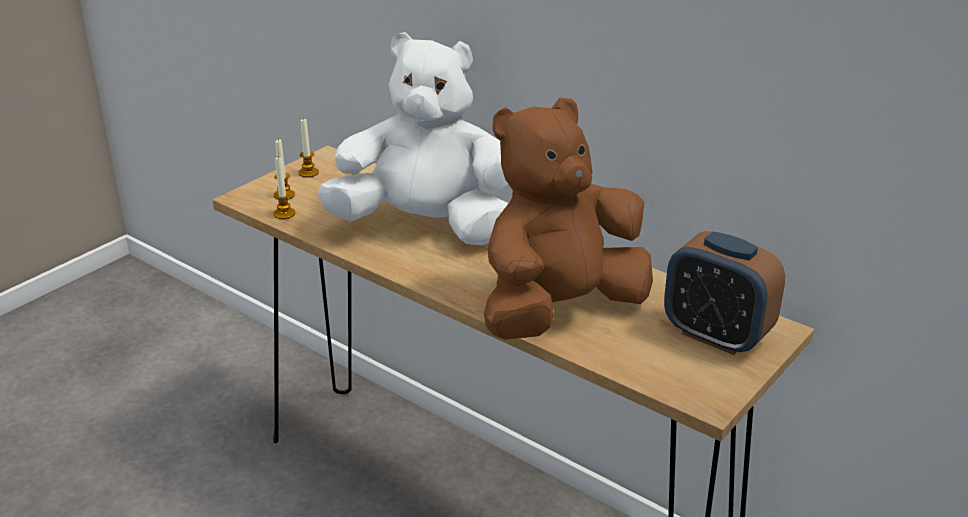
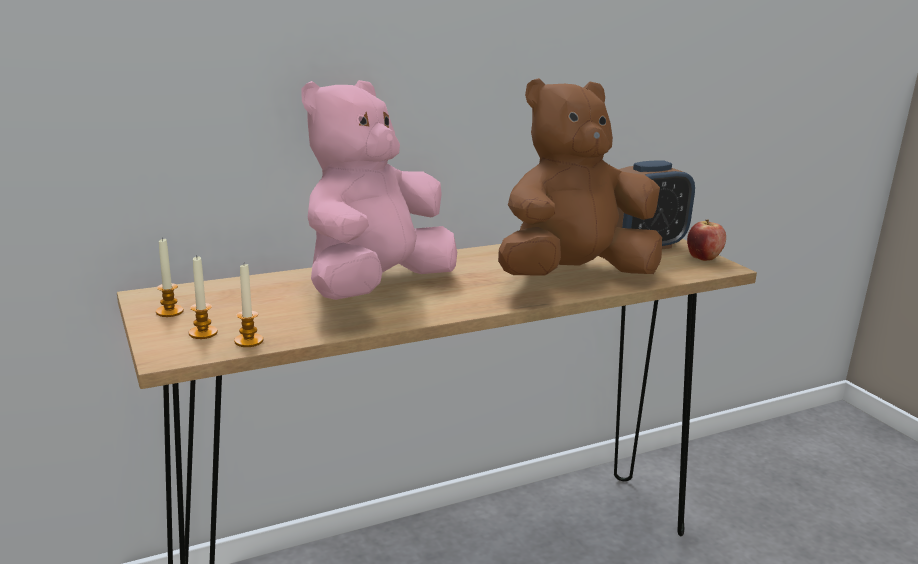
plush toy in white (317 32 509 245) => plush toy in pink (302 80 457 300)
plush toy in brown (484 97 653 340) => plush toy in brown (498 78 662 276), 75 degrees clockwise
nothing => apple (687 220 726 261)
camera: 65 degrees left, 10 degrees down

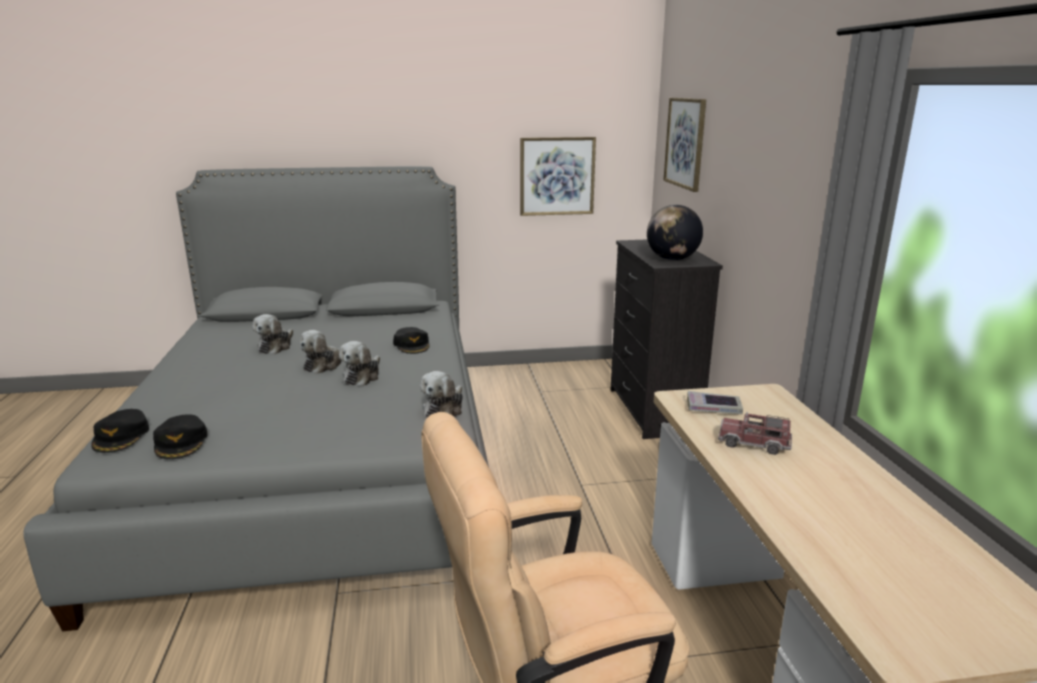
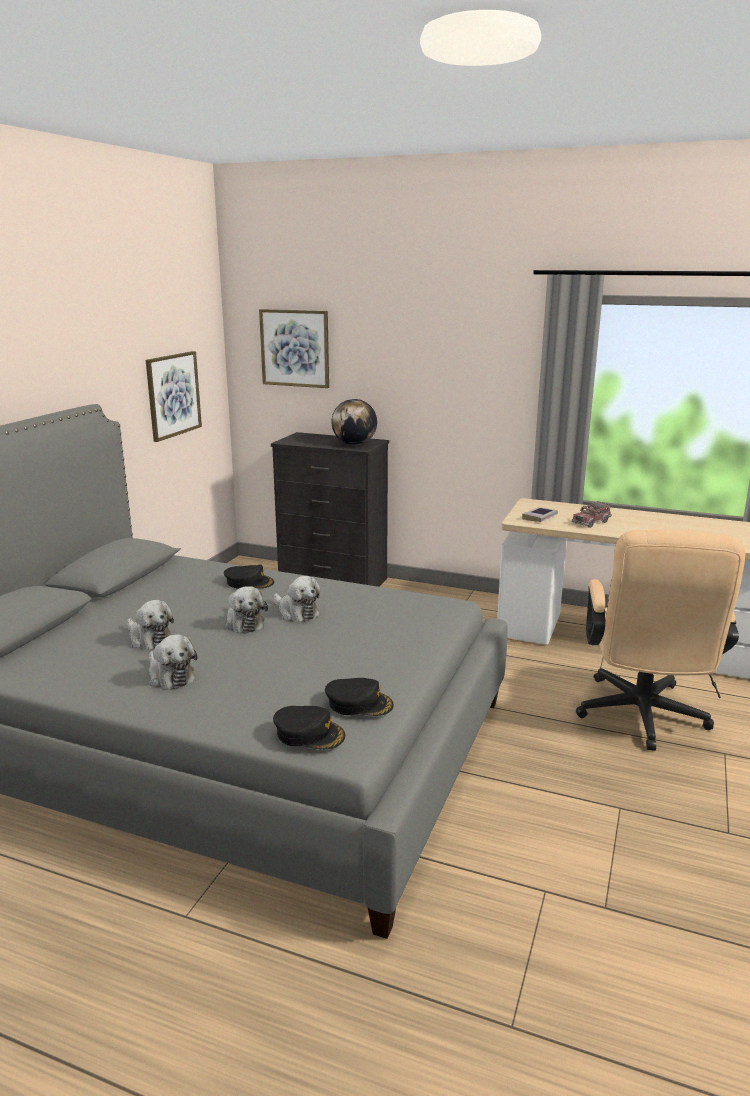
plush toy (420 371 463 418) => plush toy (149 634 197 689), relocated
camera: 60 degrees left, 0 degrees up

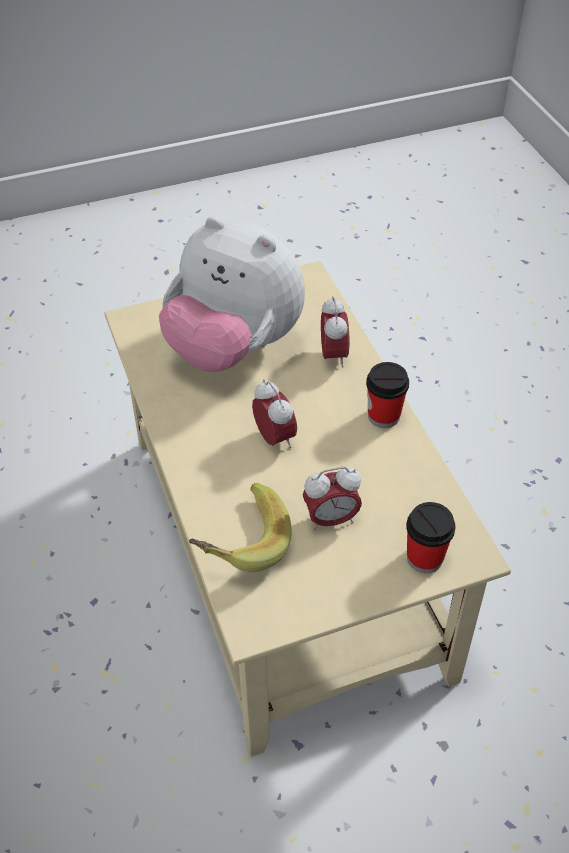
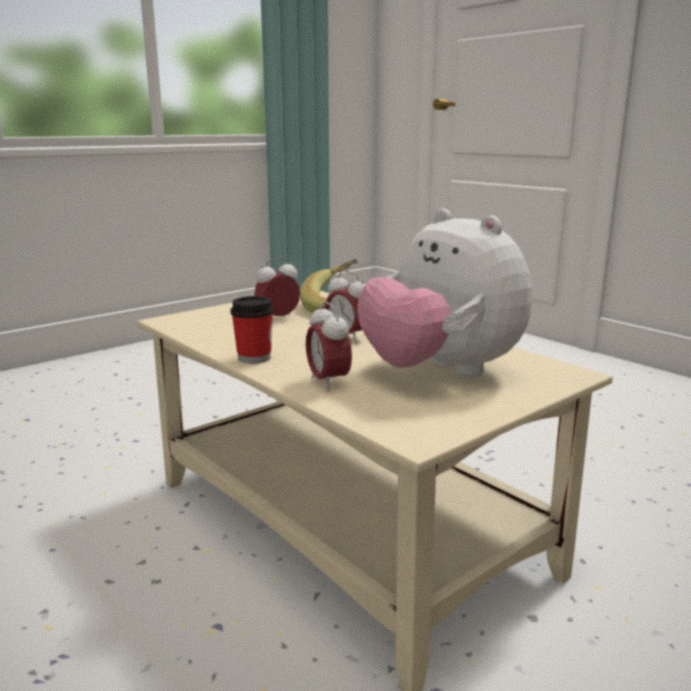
plush toy (159 216 305 372) => plush toy (358 209 532 377), 135 degrees counterclockwise
cup (406 502 456 573) => nothing
camera: 160 degrees right, 30 degrees down

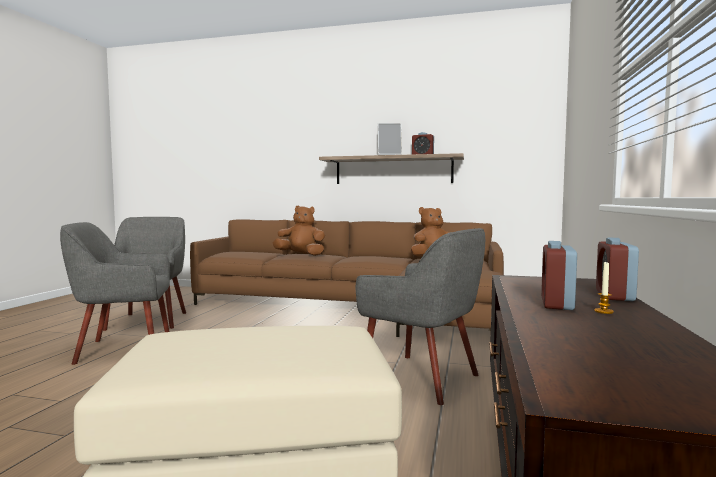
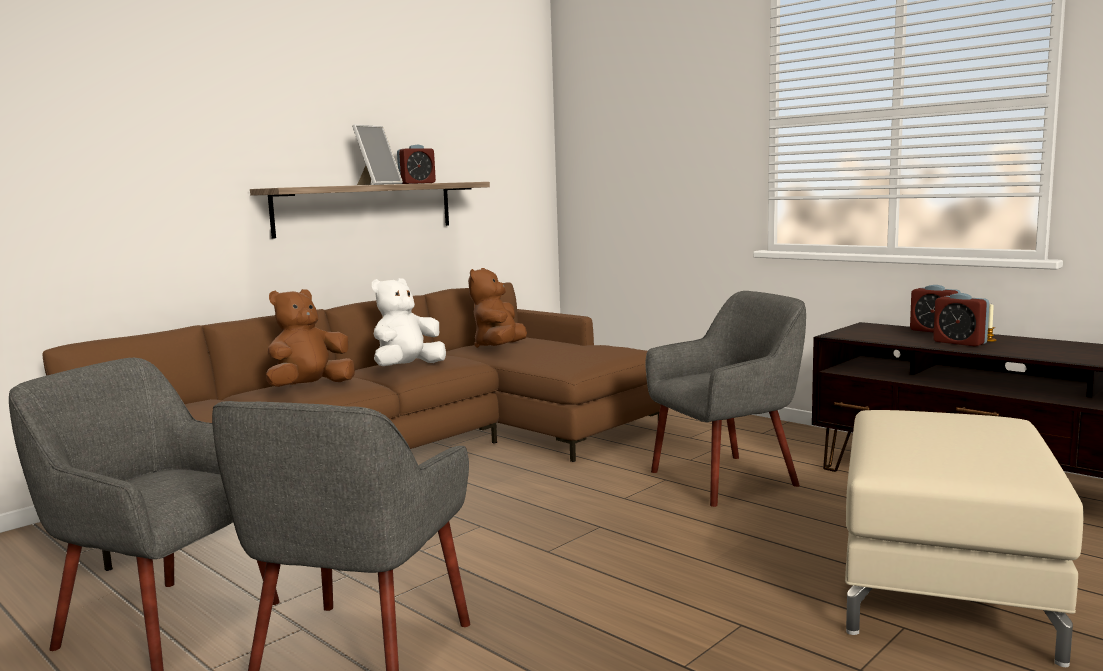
nothing => plush toy in white (372 278 446 366)
camera: 60 degrees left, 5 degrees up

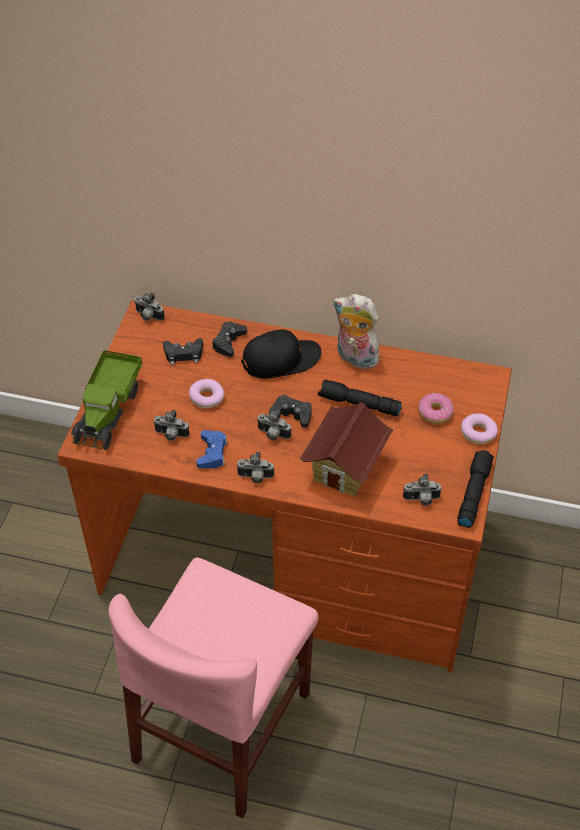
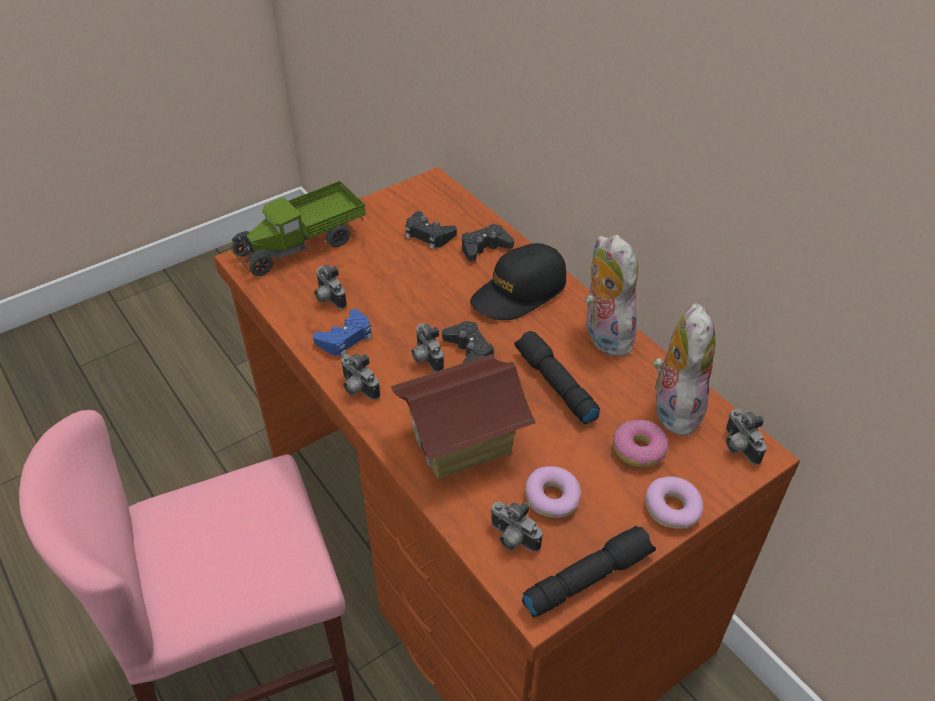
photo camera (134 292 165 321) => photo camera (726 409 767 465), relocated
cap in black (241 329 322 379) => cap in black (470 243 566 320), 120 degrees clockwise
donut (189 379 224 409) => donut (526 466 581 518), relocated
nothing => plush toy (653 303 716 436)
camera: 40 degrees right, 5 degrees down

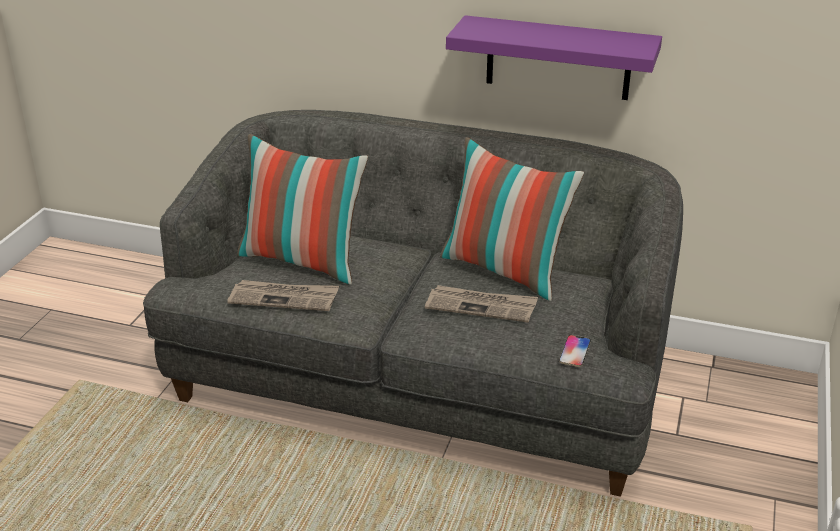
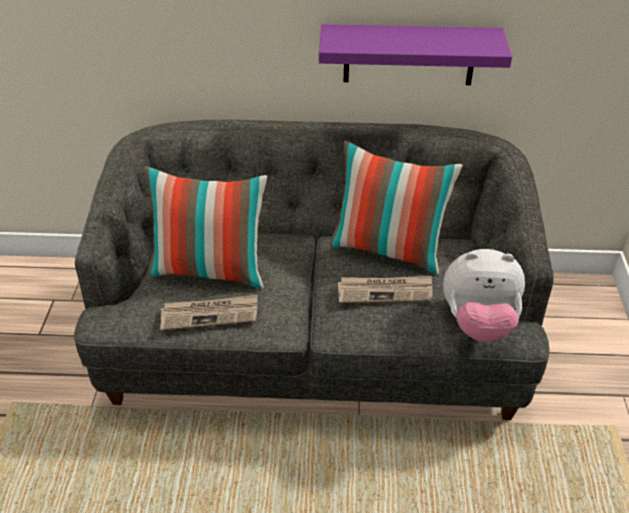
phone (559 335 591 367) => plush toy (443 249 525 342)
camera: 15 degrees left, 10 degrees up

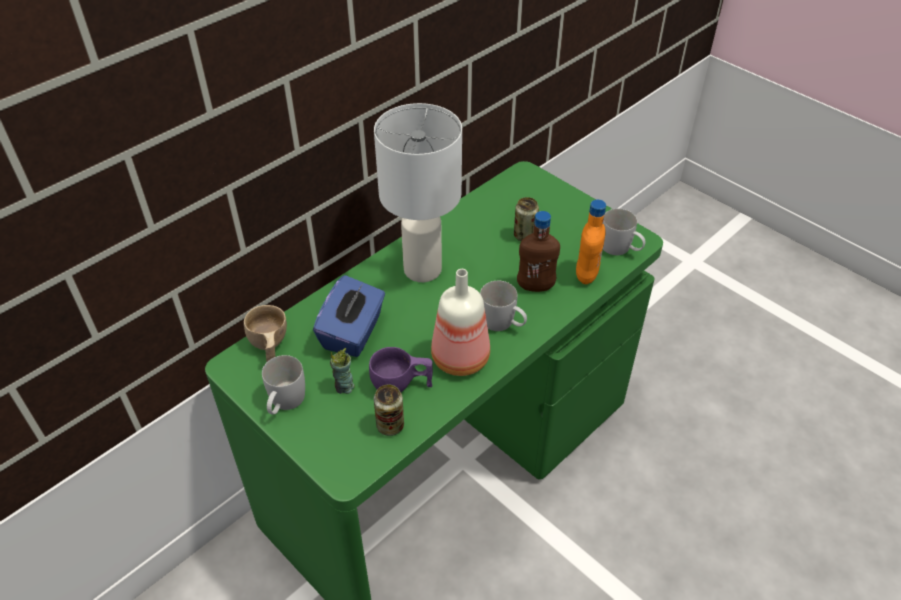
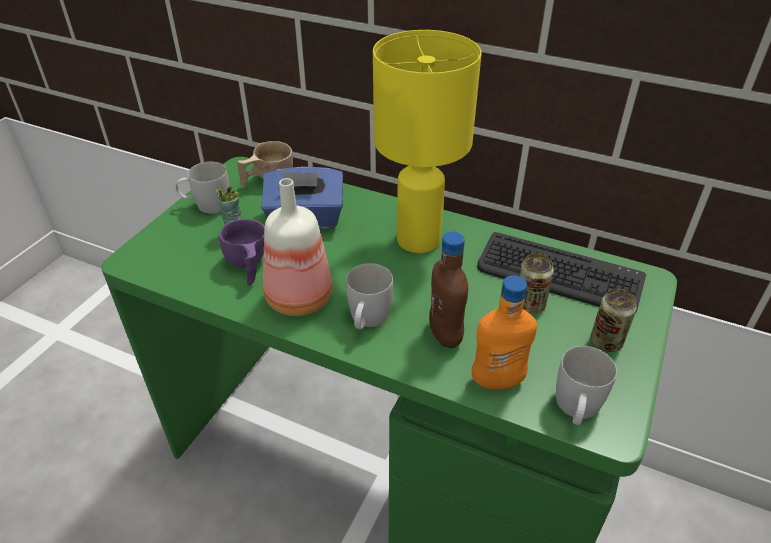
table lamp in white (374 103 462 282) => table lamp in yellow (373 30 481 253)
can (374 384 404 436) => can (591 289 637 352), relocated
nothing => keyboard (477 232 646 312)
camera: 70 degrees right, 5 degrees down

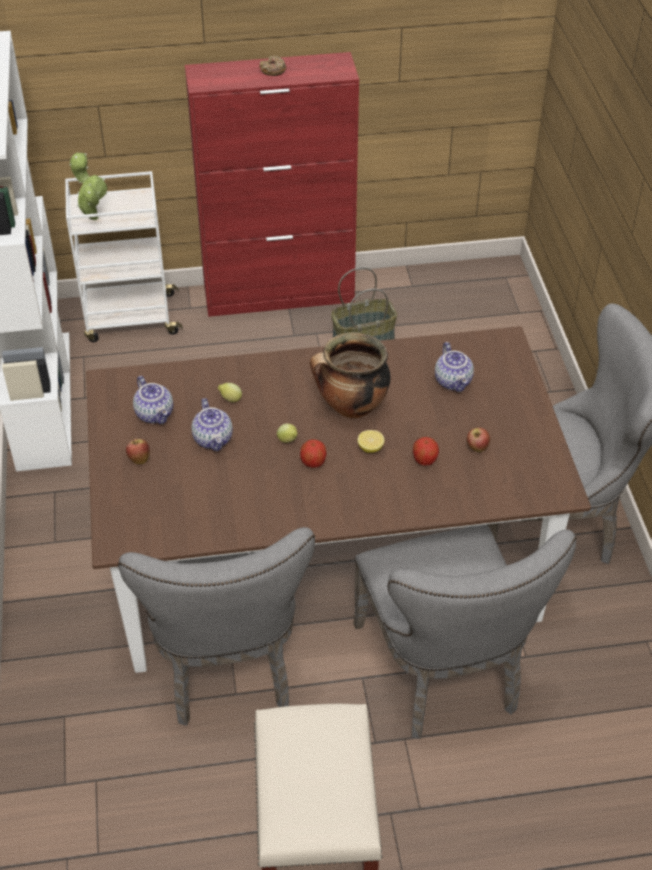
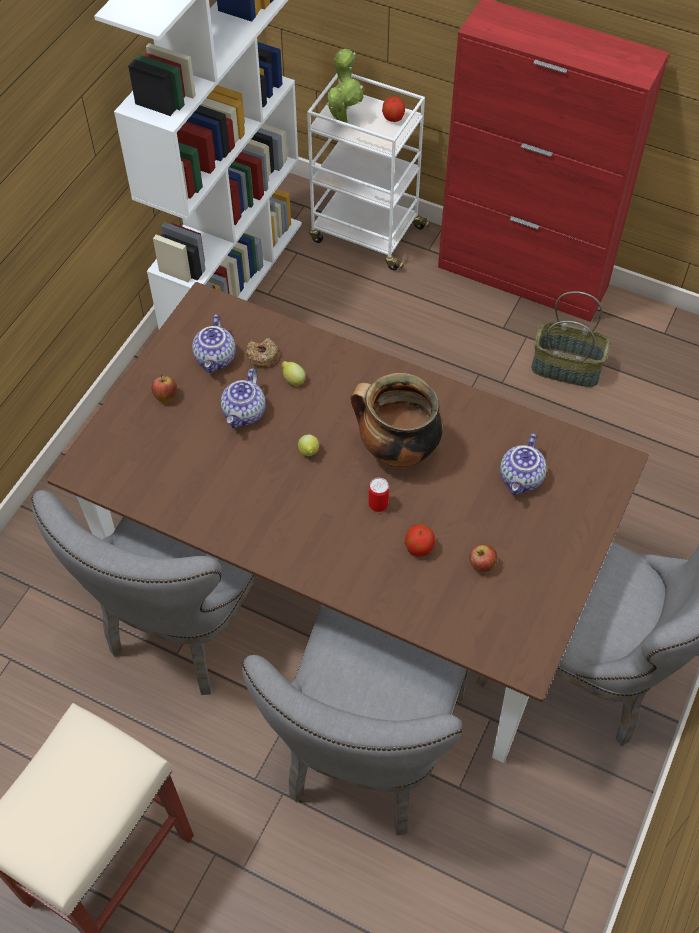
donut (259 56 286 76) => donut (246 338 279 367), relocated
lemon (358 430 385 453) => can (369 478 389 512)
apple (300 439 327 468) => apple (382 97 405 122), relocated
camera: 35 degrees right, 10 degrees up

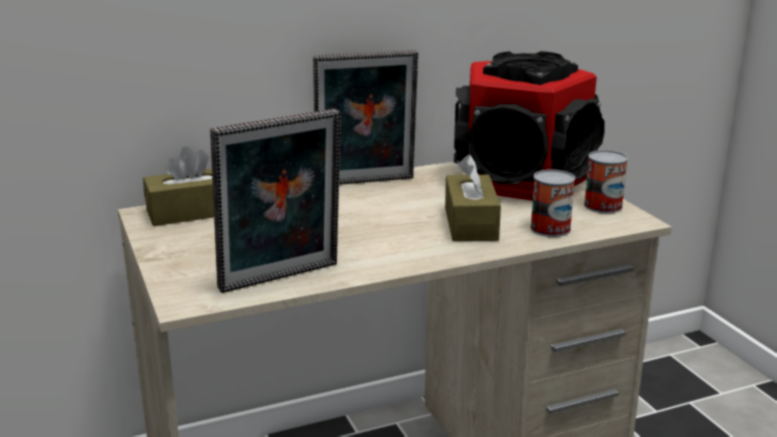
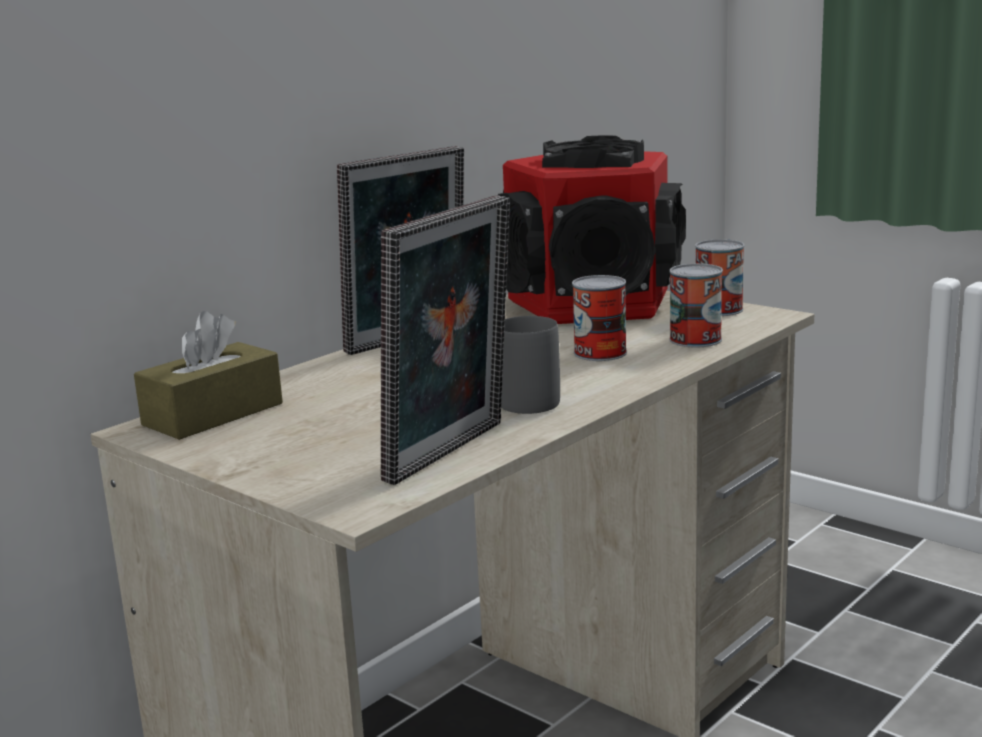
tissue box in brown (445 155 501 241) => can (572 275 627 361)
nothing => mug in grey (501 316 560 414)
camera: 25 degrees left, 5 degrees down

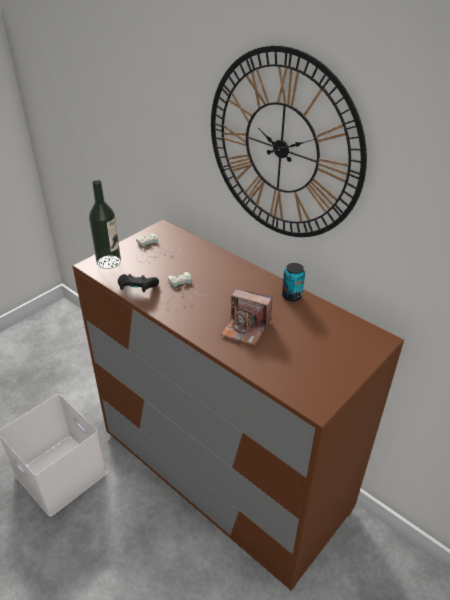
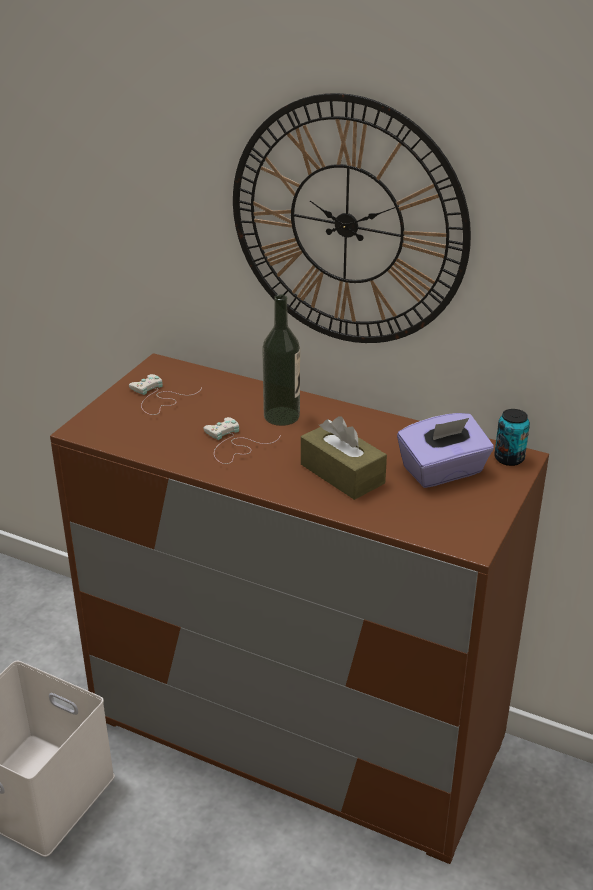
bottle (89 180 121 269) => bottle (262 294 300 426), relocated
can (282 263 305 302) => can (494 409 530 466), relocated
game controller in black (118 274 159 292) => nothing
photo camera (221 289 272 345) => tissue box in brown (301 416 387 500)
nothing => tissue box in purple (397 413 494 488)
camera: 15 degrees left, 5 degrees down

